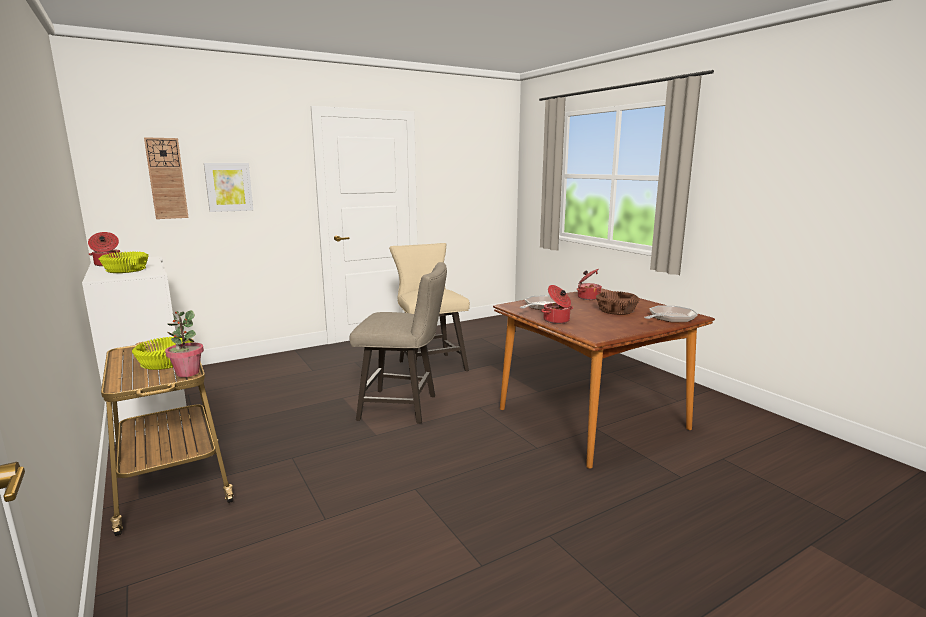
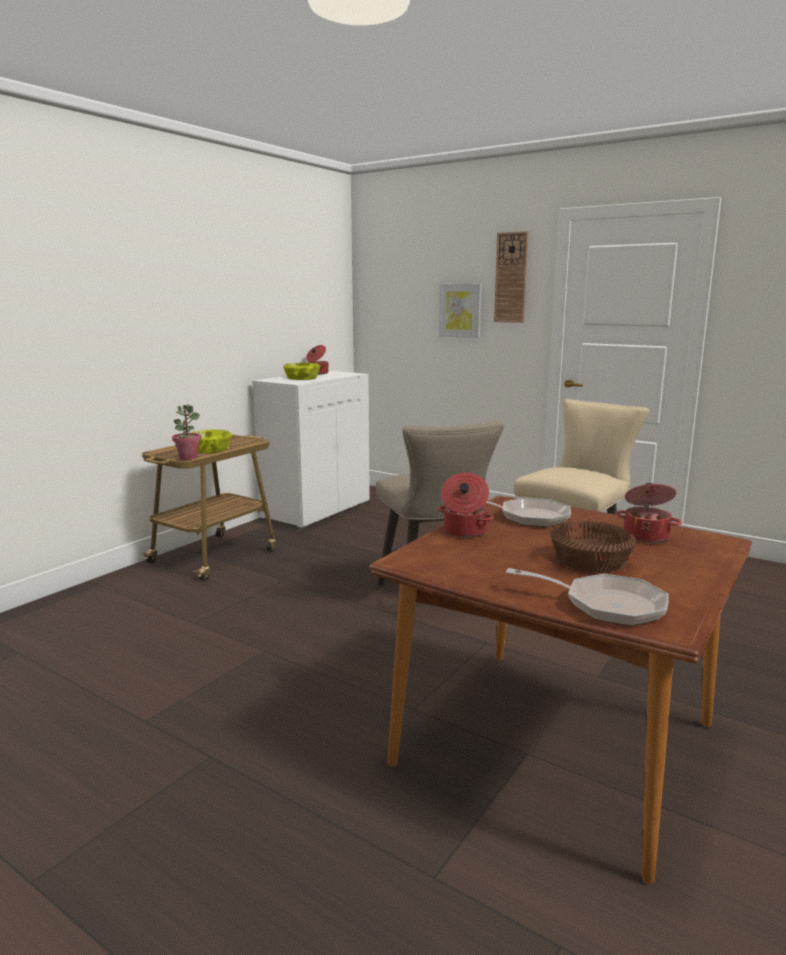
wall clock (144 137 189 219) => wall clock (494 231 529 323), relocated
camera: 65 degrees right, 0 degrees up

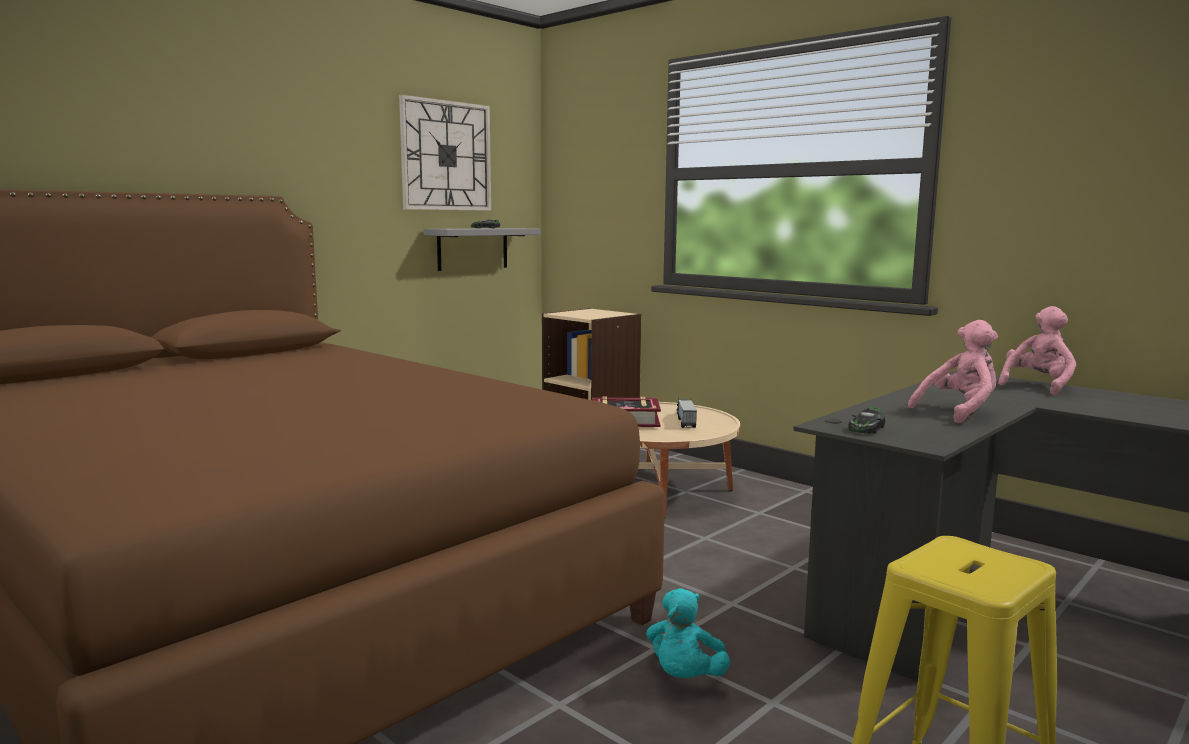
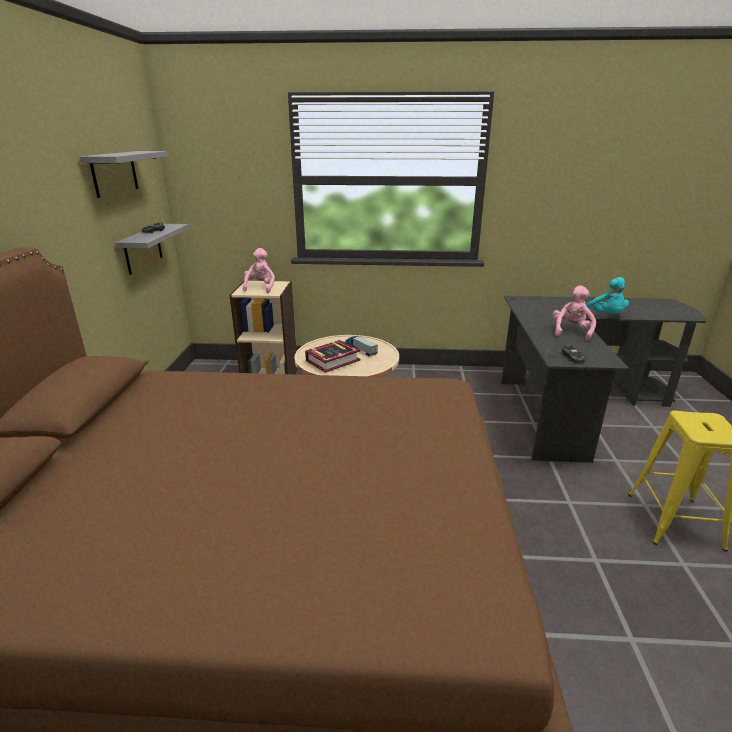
wall clock (399 95 491 211) => shelf in grey (79 151 168 198)
plush toy in pink (998 306 1076 395) => plush toy in pink (243 248 275 293), relocated
plush toy in turquoise (646 588 730 678) => plush toy in turquoise (586 277 629 314), relocated
camera: 40 degrees left, 15 degrees up

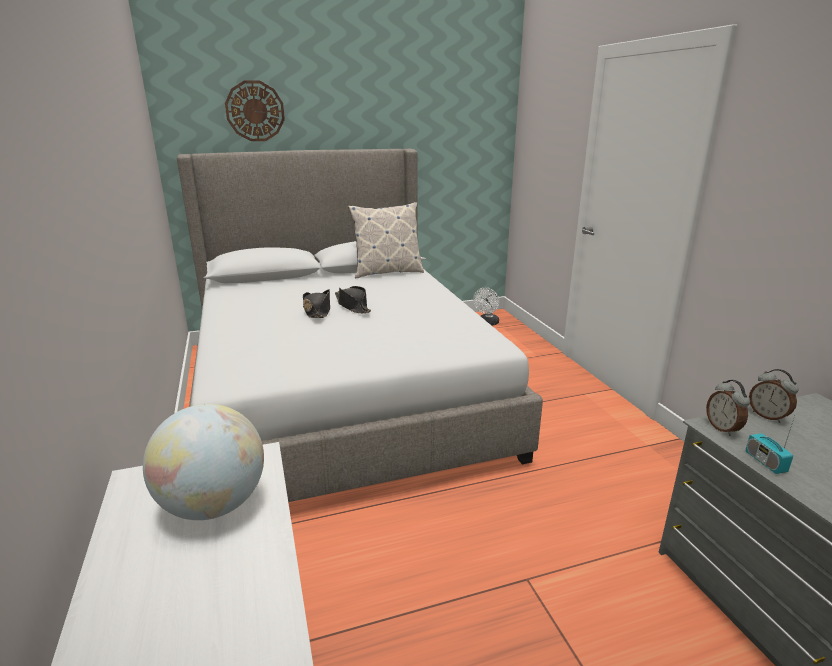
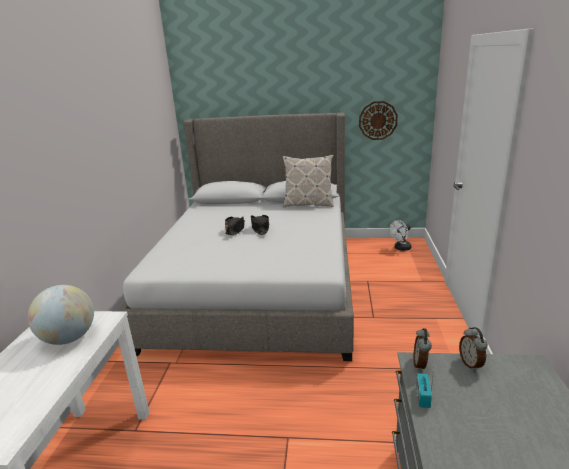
wall clock (225 80 285 141) => wall clock (359 101 398 140), relocated
camera: 25 degrees right, 0 degrees up

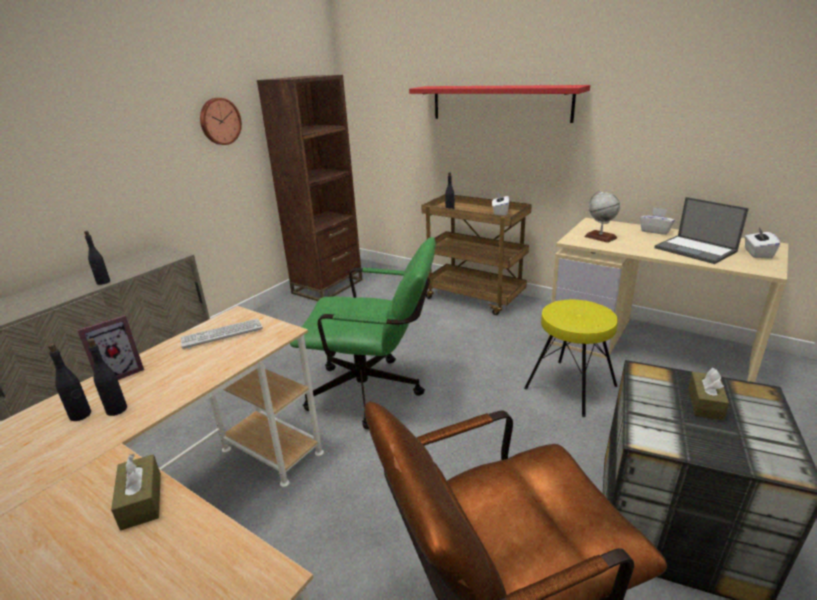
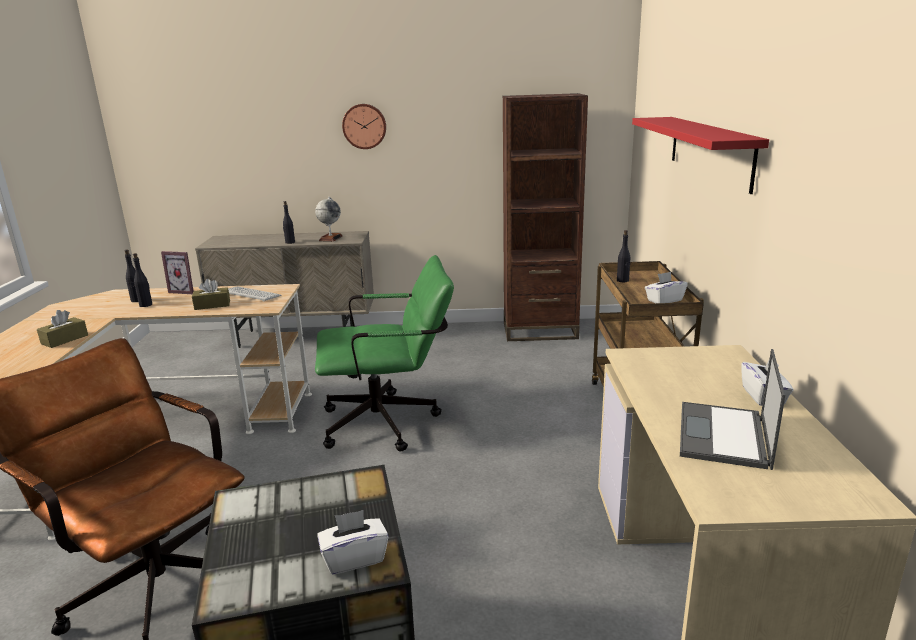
wall clock (200 98 242 145) => wall clock (342 104 386 149), relocated
globe (584 190 620 243) => globe (315 197 342 242), relocated
tissue box in white (744 228 780 259) => tissue box in white (317 510 389 575), relocated
office chair in green (290 237 436 429) => office chair in green (315 255 454 452), 75 degrees counterclockwise
stool in yellow (524 300 618 417) => nothing
tissue box in brown (688 368 729 420) => tissue box in brown (192 279 230 310), relocated
camera: 55 degrees right, 5 degrees down

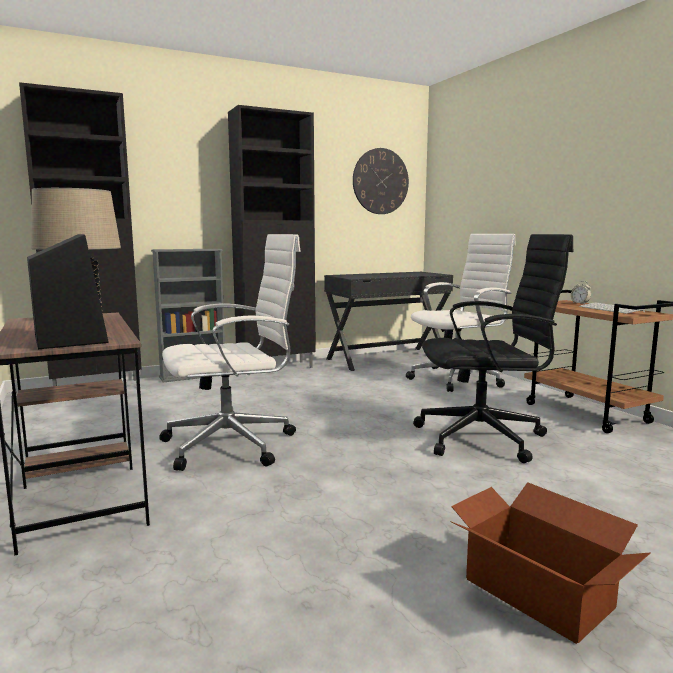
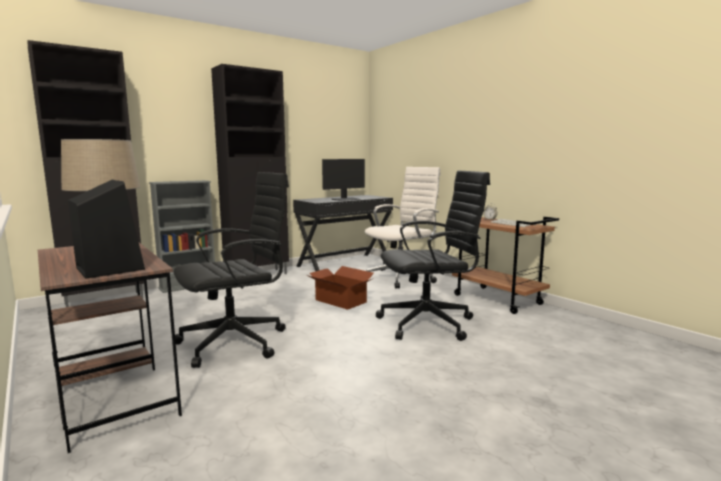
wall clock (353 148 409 214) => nothing
office chair in white (159 234 300 471) => office chair in black (173 172 289 368)
cardboard box (450 482 651 644) => cardboard box (307 266 374 310), relocated
nothing => monitor (322 159 365 201)
camera: 10 degrees left, 0 degrees up

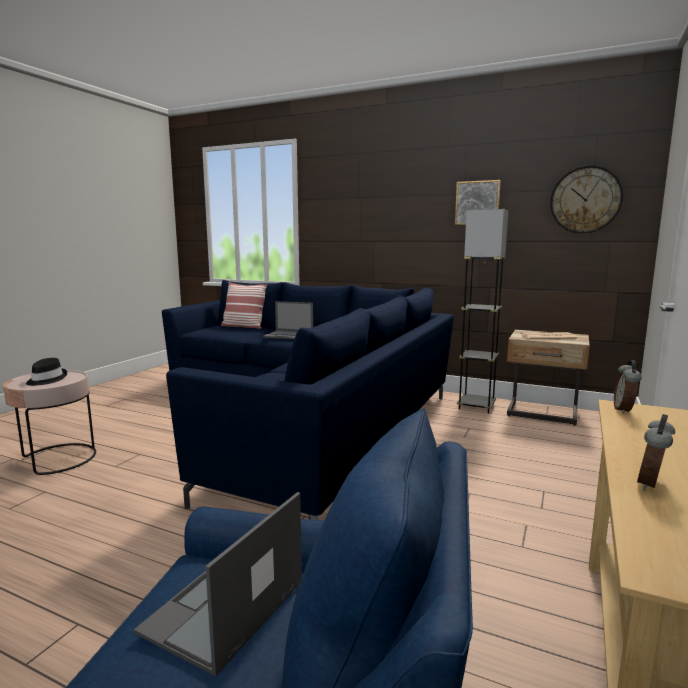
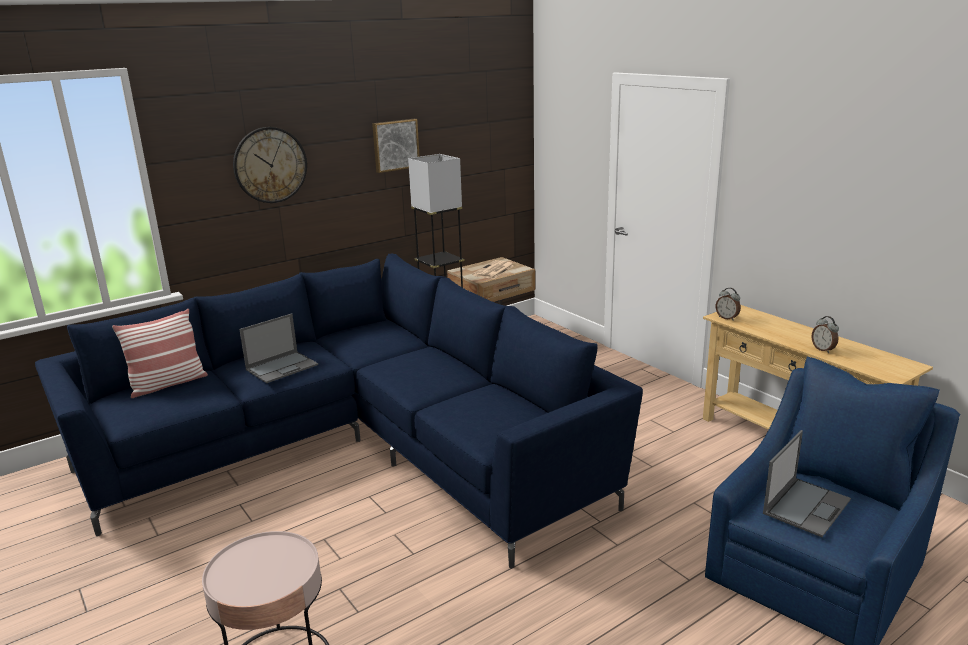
wall clock (550 165 623 234) => wall clock (233 127 307 203), relocated
hat in black (26 358 67 386) => nothing
laptop (134 492 302 676) => laptop (763 430 851 537), 105 degrees counterclockwise
camera: 60 degrees left, 10 degrees up

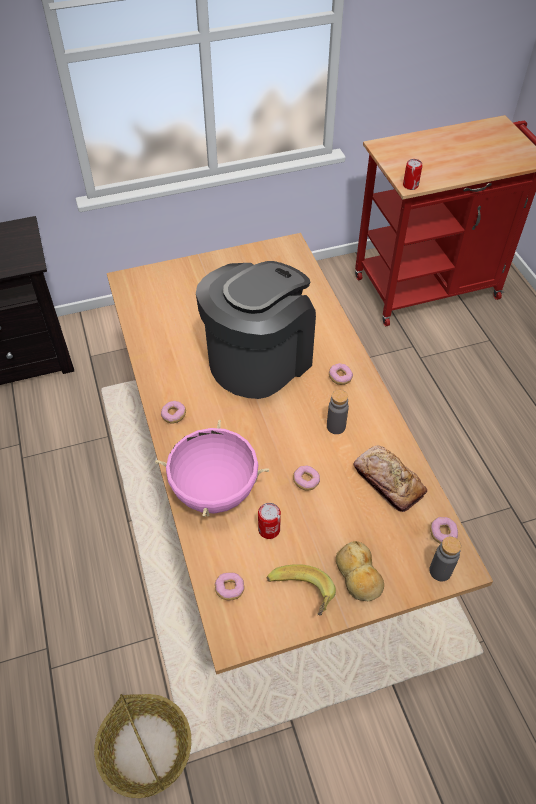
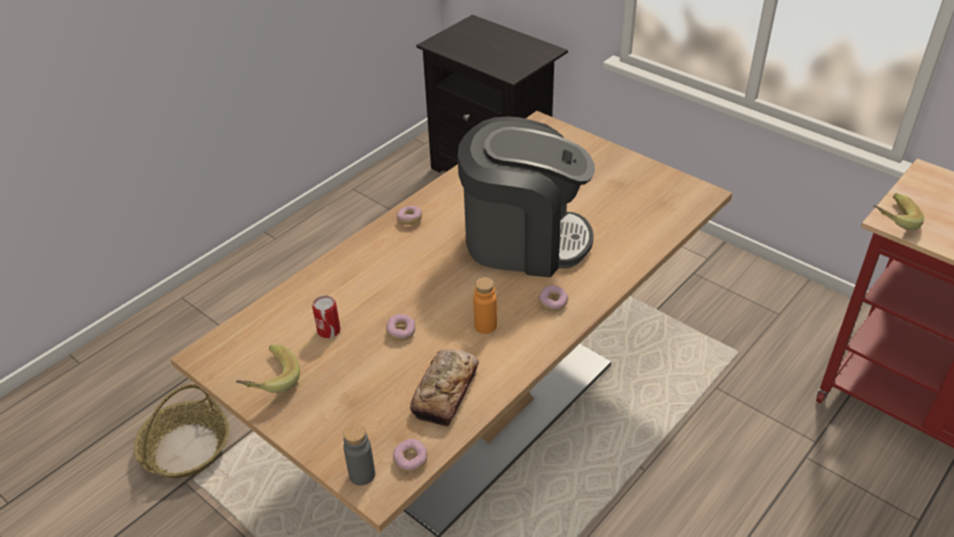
can (403 159 423 190) => banana (873 193 924 230)
bottle in grey (327 390 349 434) => bottle in orange (473 277 497 334)
cooking pot in pink (155 420 269 517) => nothing
bread (336 541 384 601) => nothing
donut (215 572 245 601) => nothing
camera: 60 degrees right, 10 degrees down

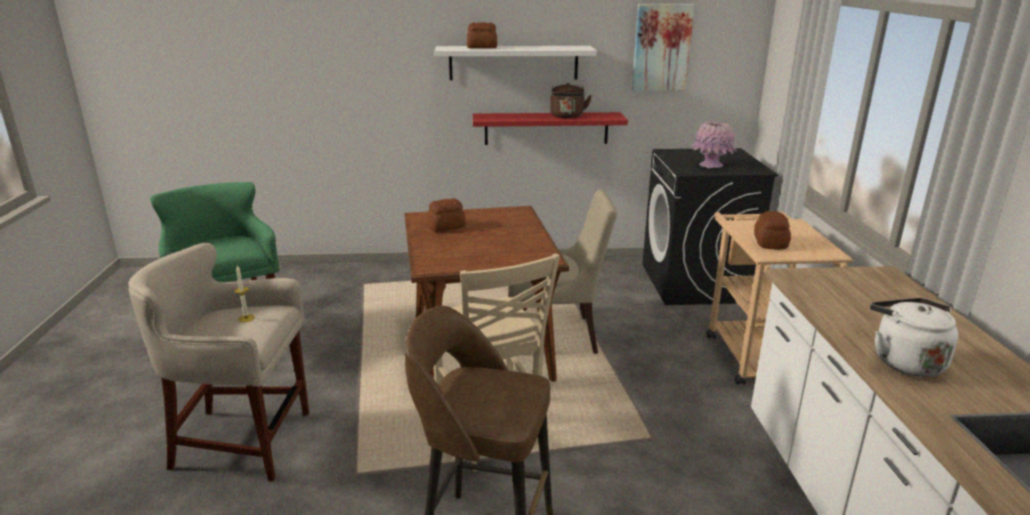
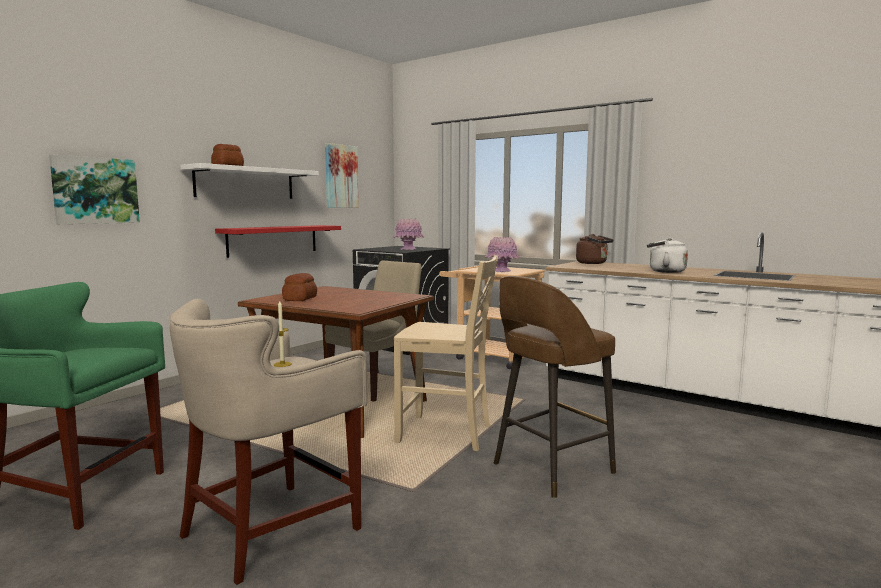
kettle in brown (550 83 592 118) => kettle in brown (576 234 614 264), relocated
bread (754 211 791 250) => vase in pink (485 237 520 272)
nothing => picture (49 154 140 224)
camera: 50 degrees left, 15 degrees down

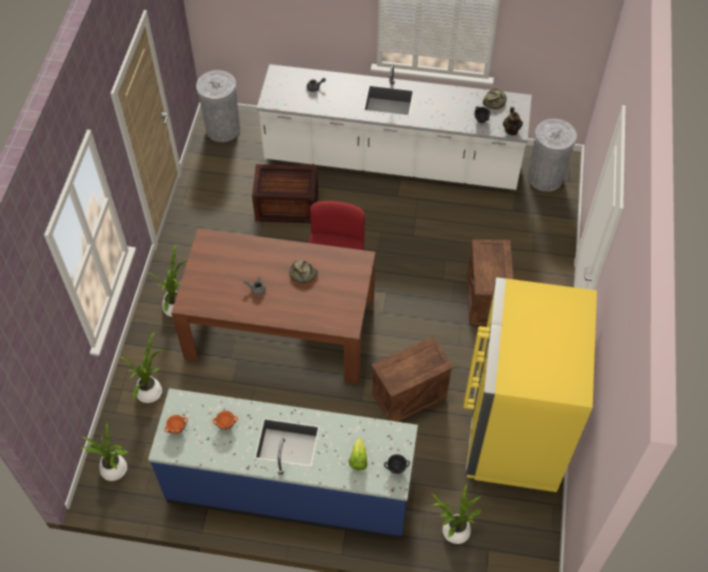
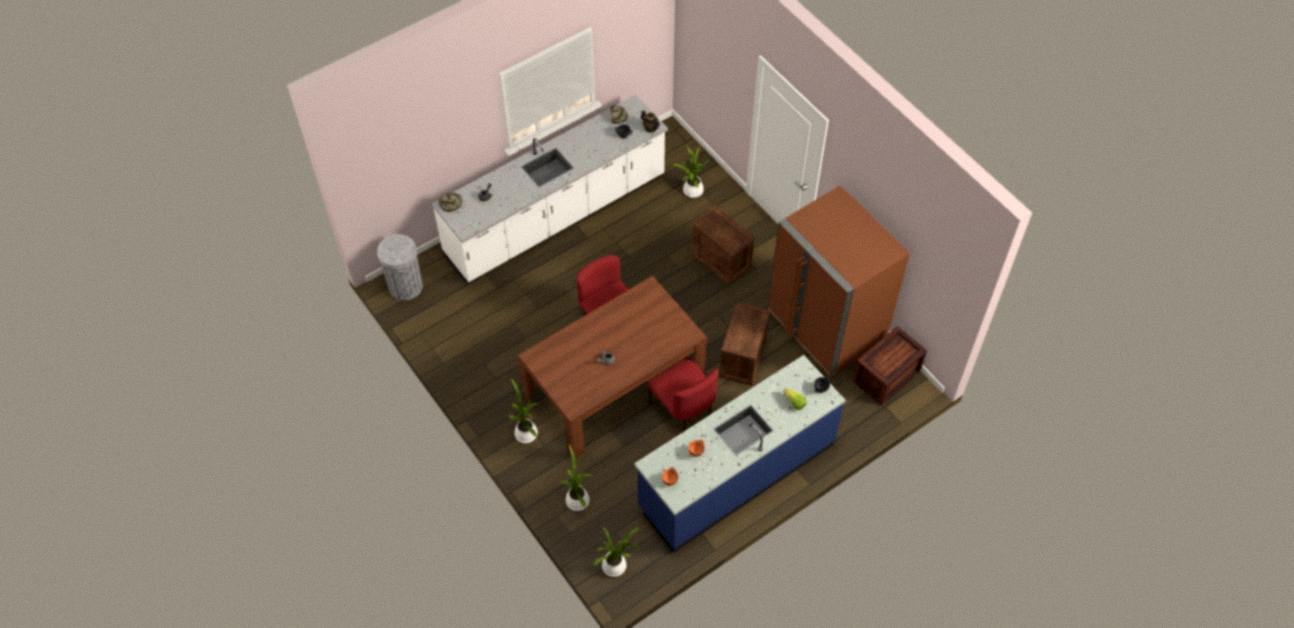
trash can in grey (528 119 577 192) => nothing
crate (252 164 318 223) => crate (852 326 927 406), relocated
bread (289 260 318 283) => bread (439 193 462 212), relocated
fridge in yellow (463 277 597 492) => fridge in brown (768 185 910 377)
potted plant (432 483 482 544) => potted plant (673 145 710 198), relocated
nothing => chair in red (647 357 718 432)
camera: 45 degrees left, 0 degrees up

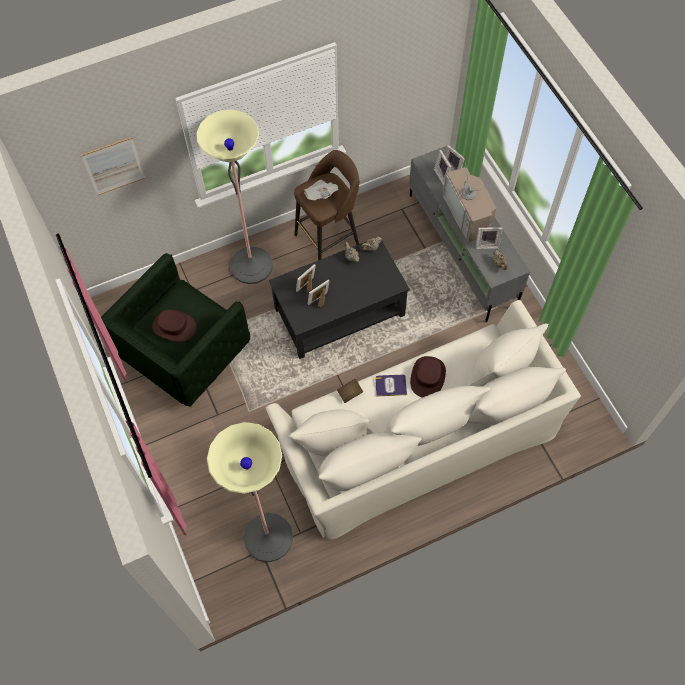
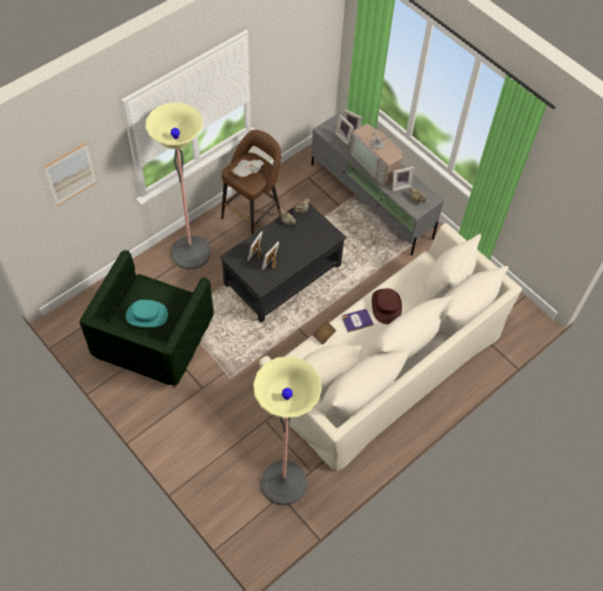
hat in brown (152 310 196 342) => hat in turquoise (126 300 168 327)
camera: 20 degrees left, 5 degrees down

